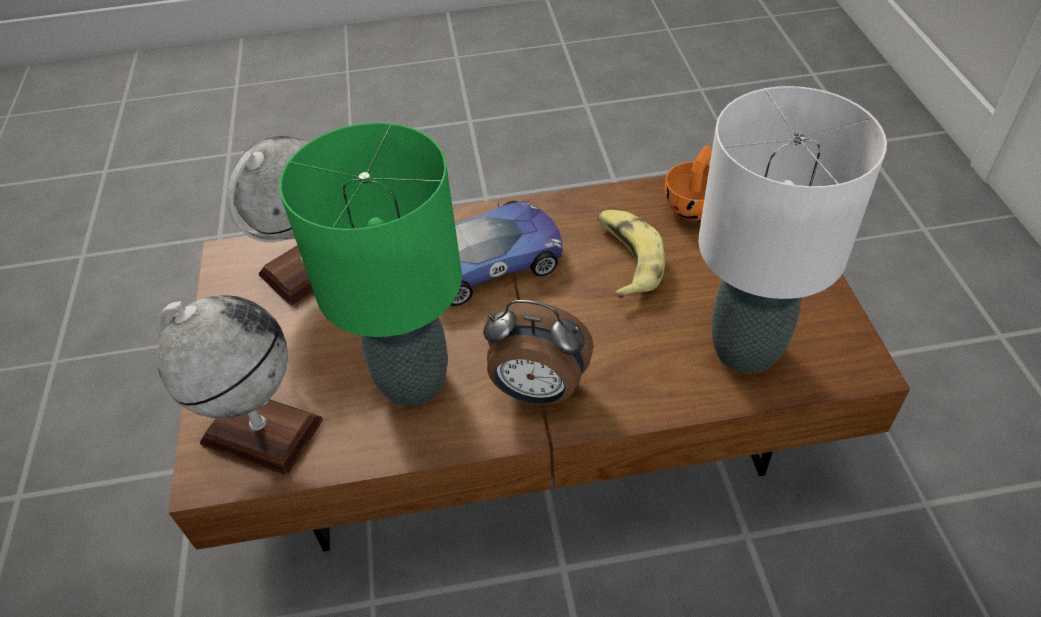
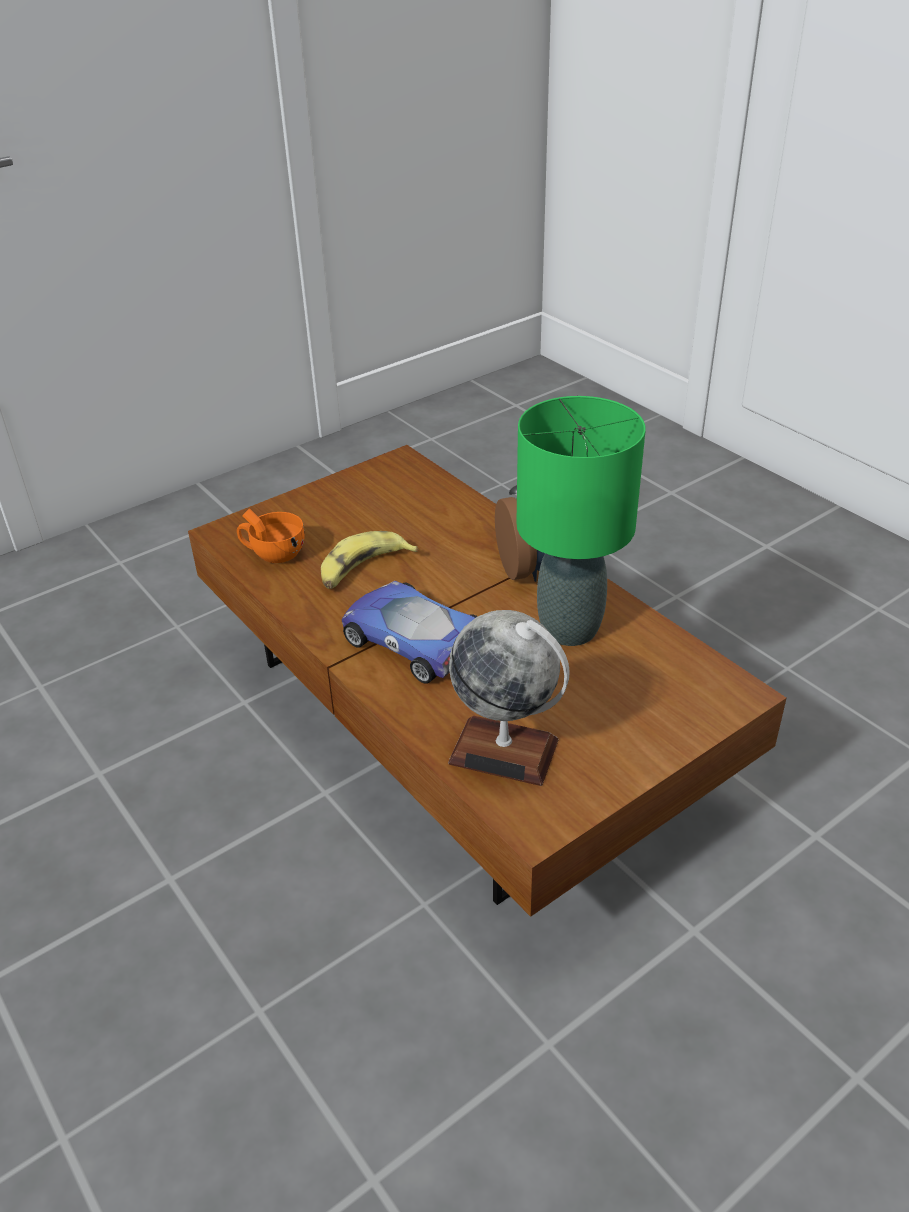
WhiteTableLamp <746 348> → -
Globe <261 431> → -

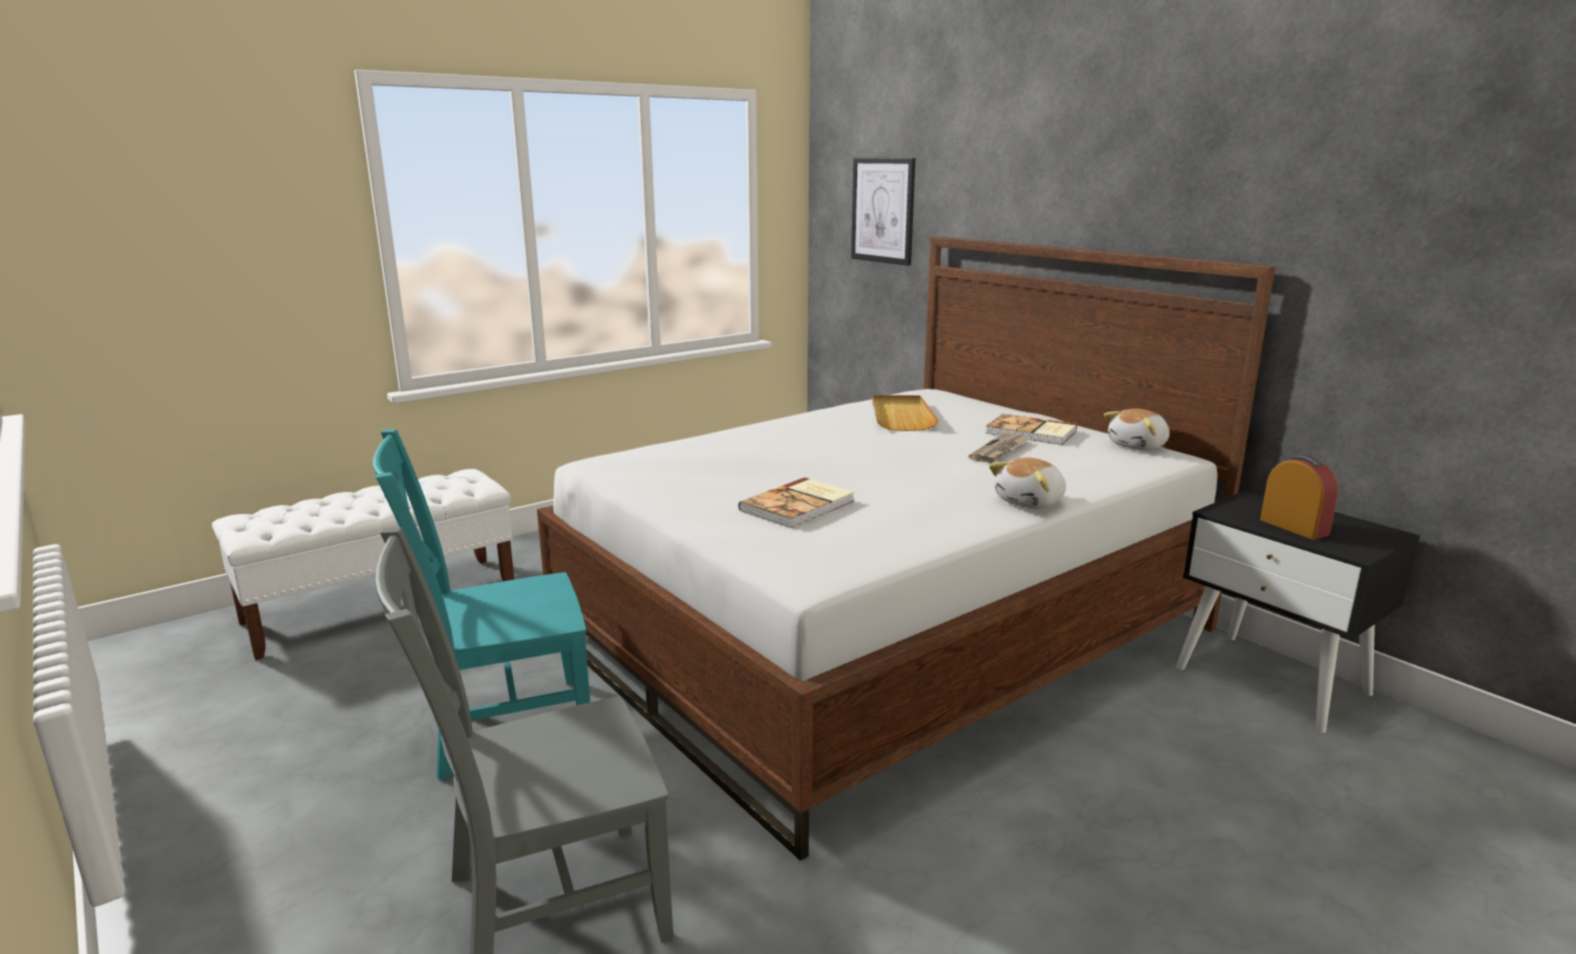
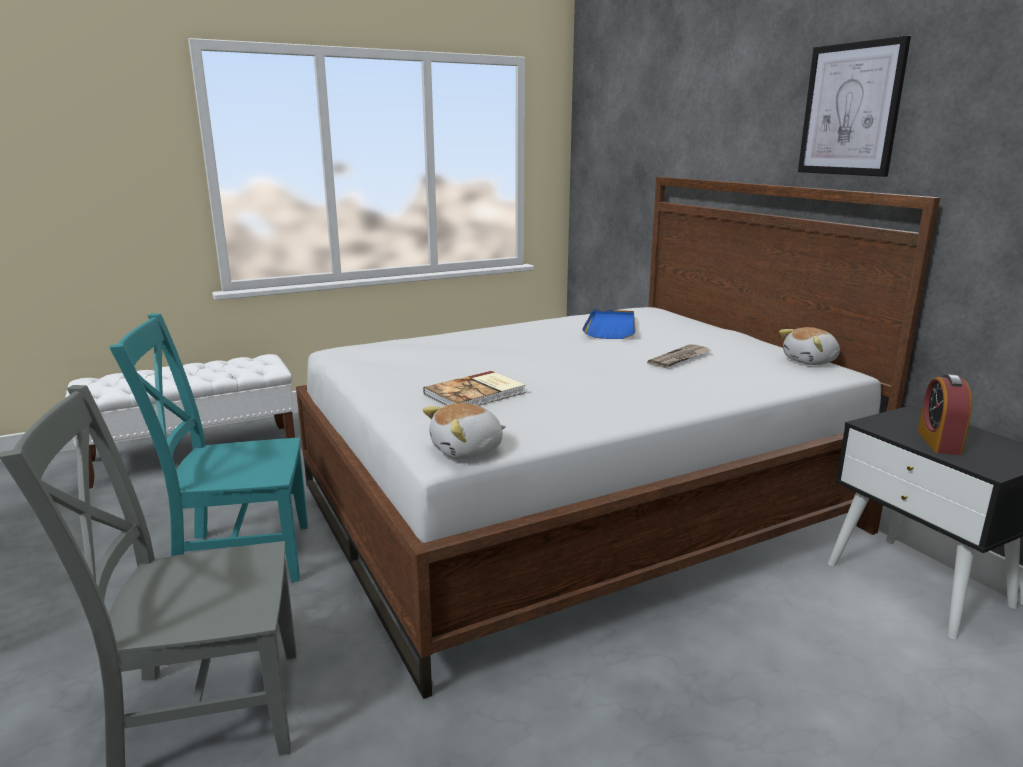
WallArt <883 210> → WallArt <851 109>, move
BeigeTray <901 416> → BlueTray <610 327>
BoundBook <1031 432> → -
BedsideClock <1294 527> → BedsideClock <939 442>, 150 degrees counterclockwise
SoftToy <1031 502> → SoftToy <467 450>, move

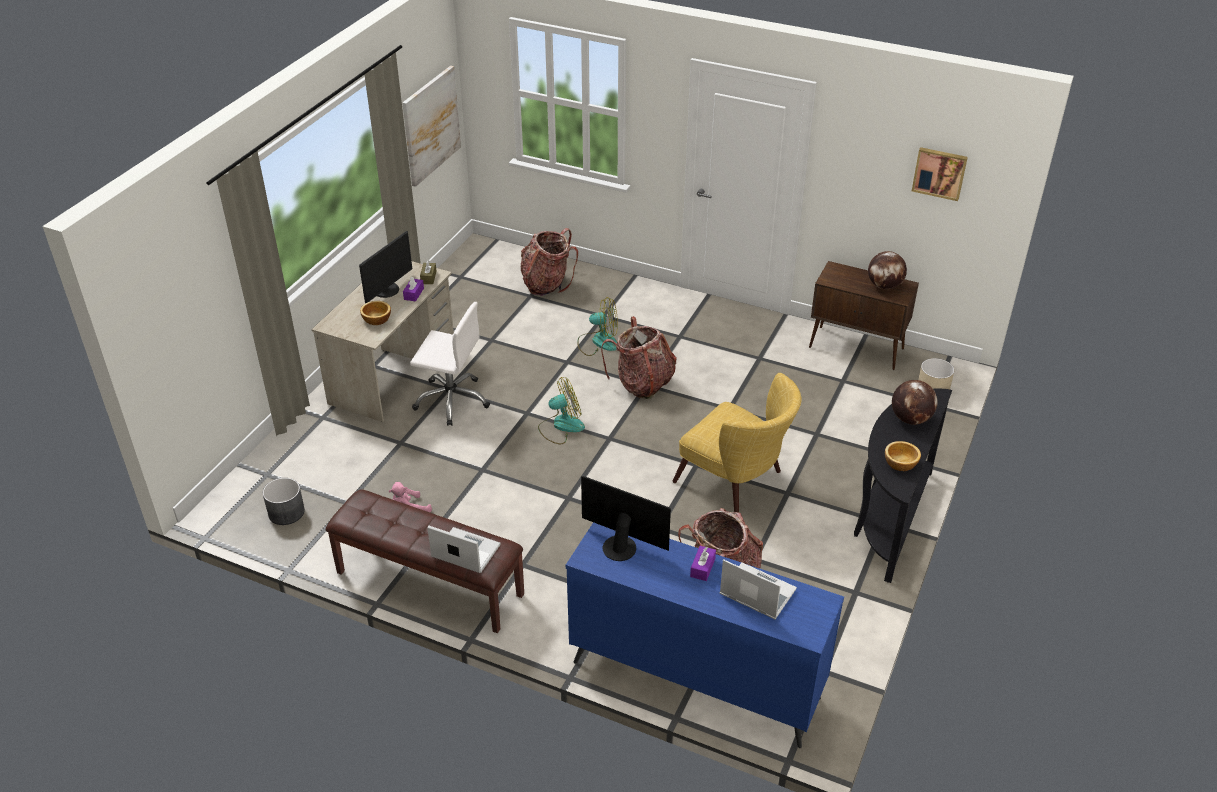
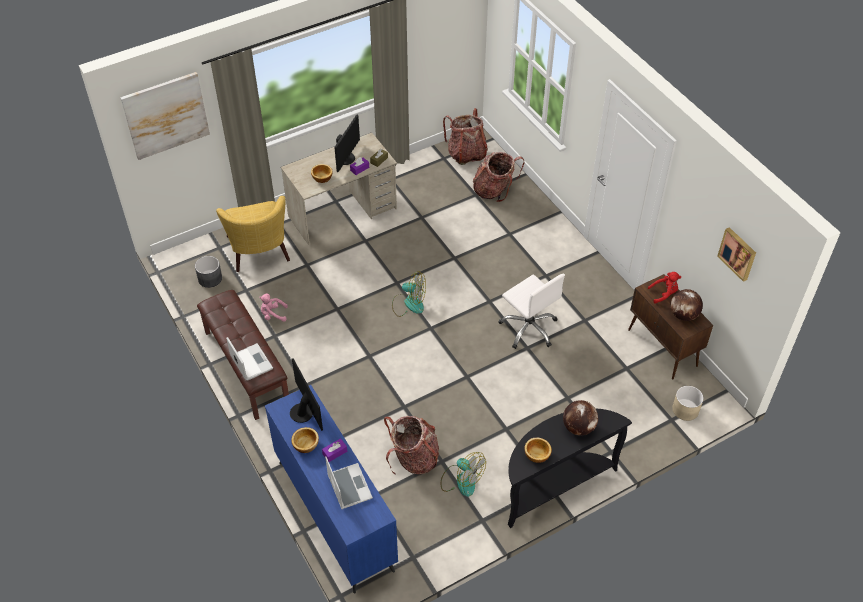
WallArt <431 125> → WallArt <166 115>, move
ComputerScreen <387 290> → ComputerScreen <346 158>, 45 degrees counterclockwise
ElectricFan <598 342> → ElectricFan <461 480>, move
WhiteOfficeChair <452 400> → WhiteOfficeChair <529 328>, move
Knapsack <642 383> → Knapsack <466 154>, move
YellowishLoungeChair <737 482> → YellowishLoungeChair <259 254>, move
- → ReddishSoftToy <664 293>
- → DeepDish <306 444>

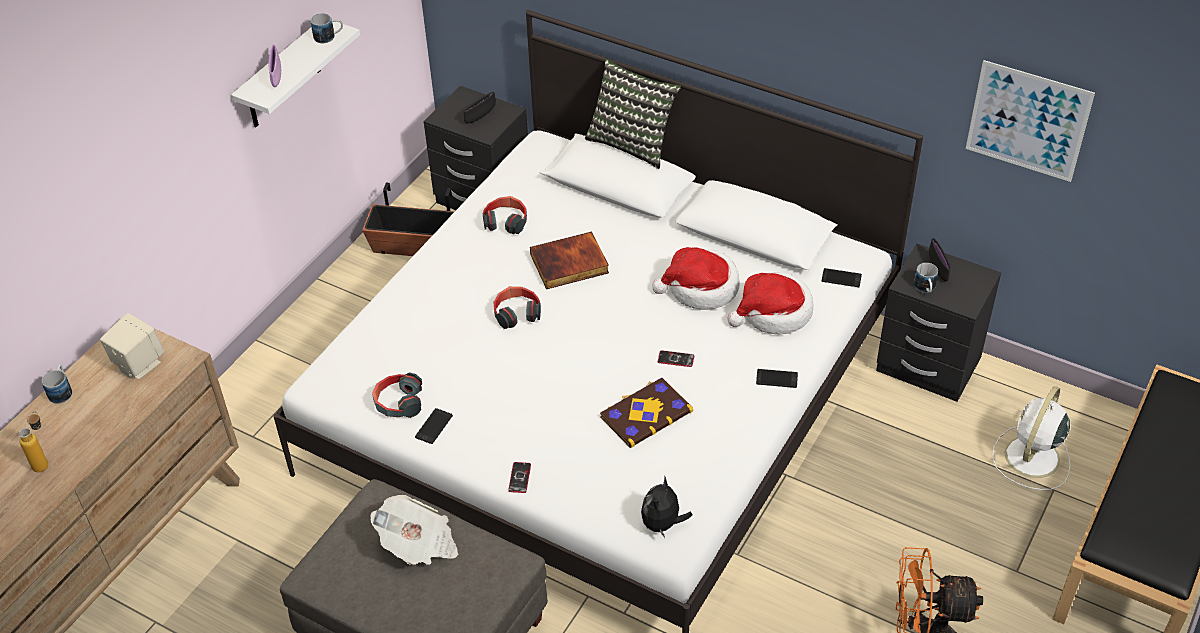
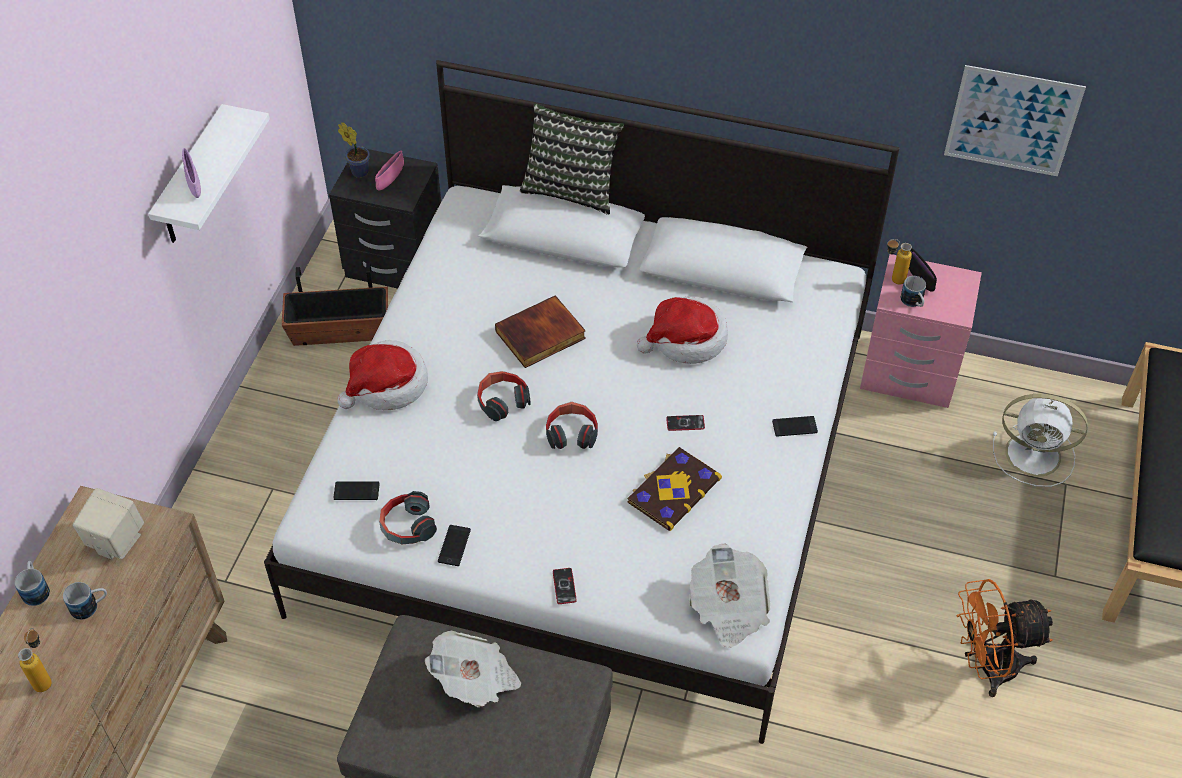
CoffeeMug <329 37> → CoffeeMug <90 606>, move
BlackColouredDeepDish <480 116> → PinkColouredDeepDish <390 180>
PairOfHeadphones <506 222> → PairOfHeadphones <571 433>, move
BlackColouredBedsideTable <928 365> → PinkColouredBedsideTable <909 373>
Phone <841 278> → Phone <356 491>, move
ClothingHat <773 313> → ClothingHat <387 385>, move
WhiteElectricFan <1031 458> → WhiteElectricFan <1035 455>, 90 degrees counterclockwise
SoftToy <662 524> → Newspaper <728 608>
- → PottedPlant <358 171>
- → Bottle <892 280>

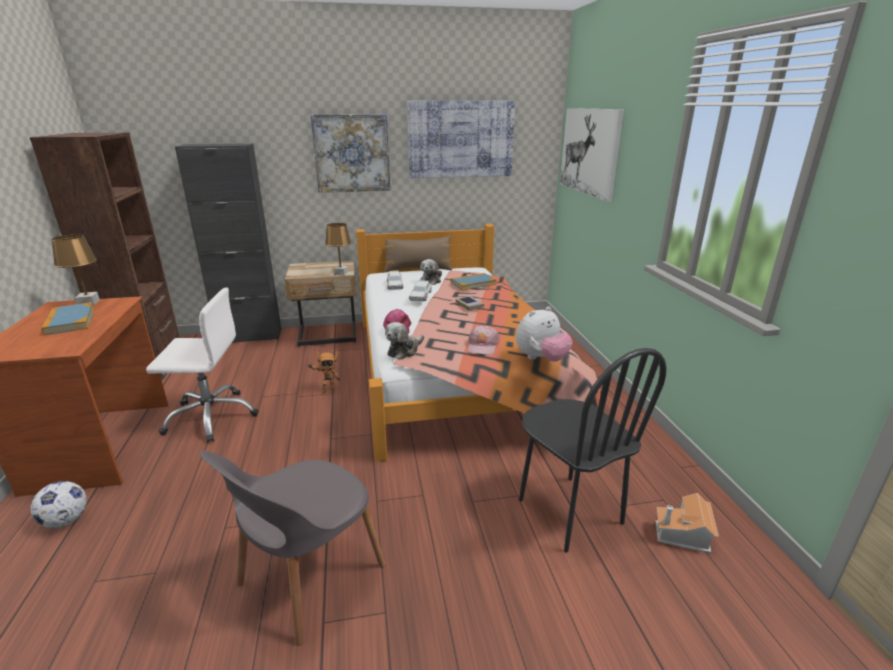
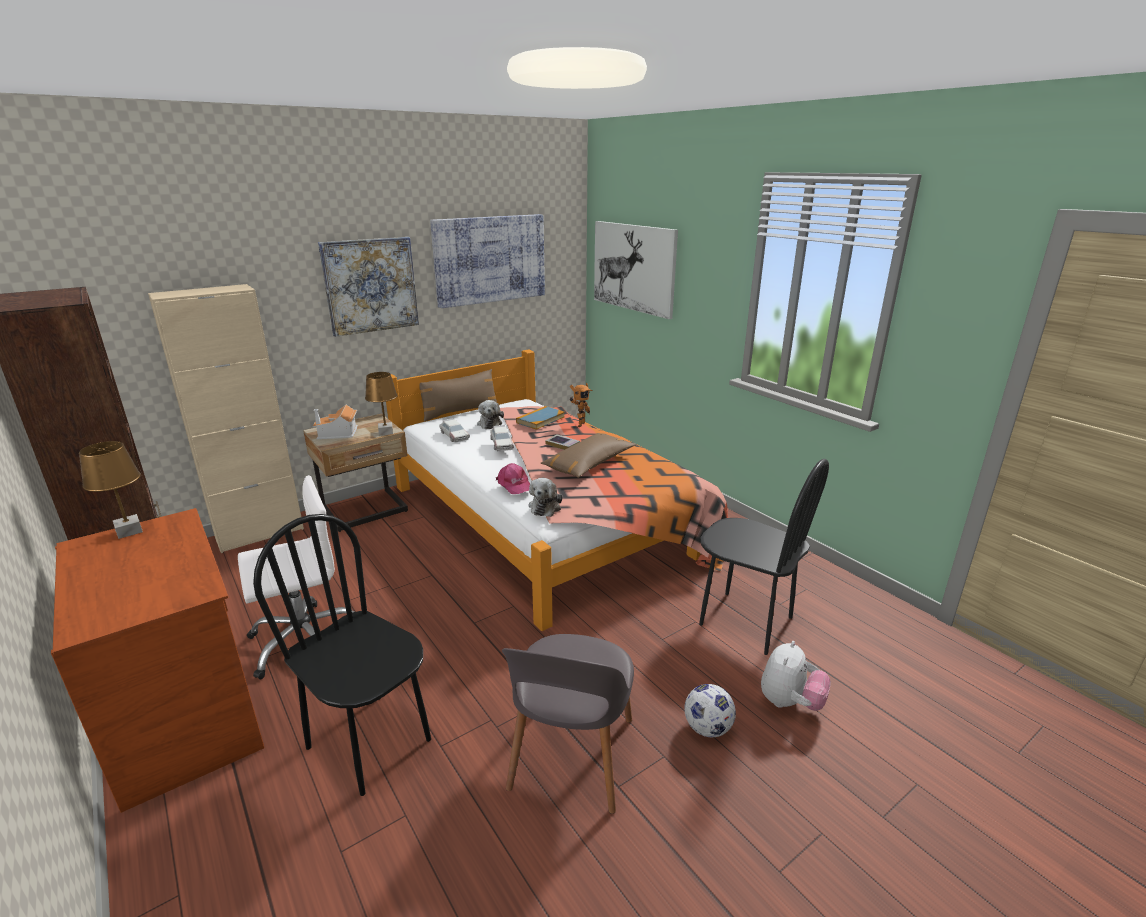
BlackColouredCabinet <250 336> → BeigeCabinet <260 533>
BoundBook <70 321> → -
SoftToy <541 359> → SoftToy <790 702>, move
PinkColouredCap <482 346> → -
RobotFigure <327 389> → RobotFigure <579 424>, move
FootballBall <66 521> → FootballBall <707 728>, move
ToyHouse <683 534> → ToyHouse <338 433>, move
- → BrownThrowPillow <589 464>
- → BlackColouredPlainChair <370 742>

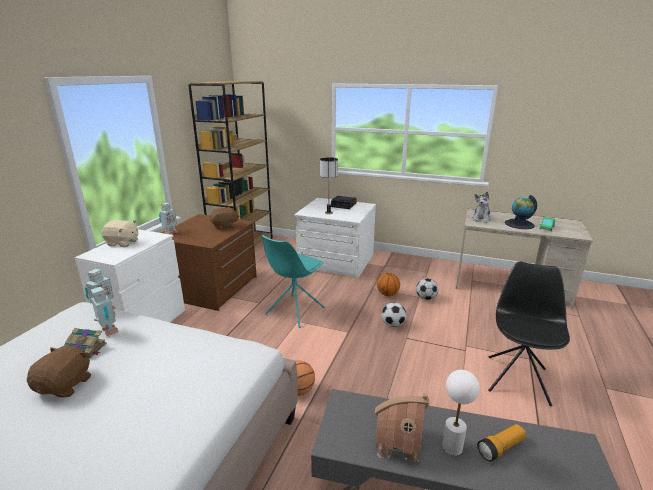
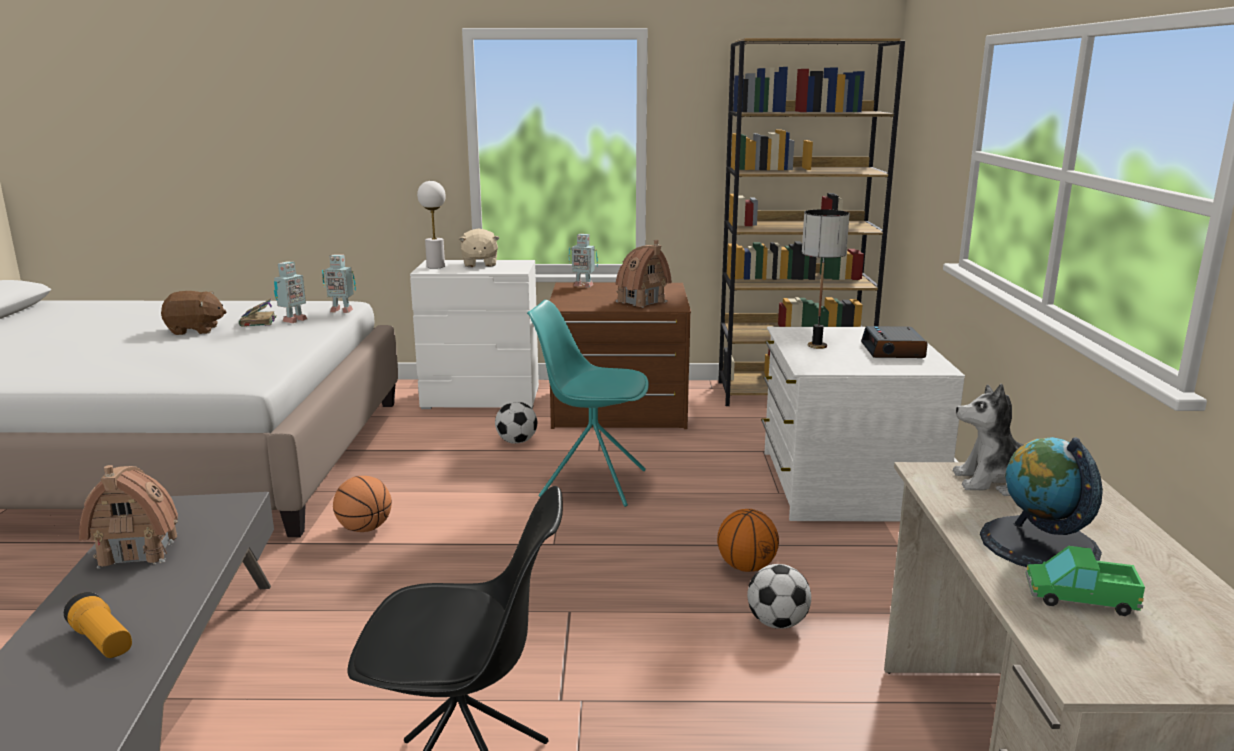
BrownSoftToy <224 226> → ToyHouse <641 302>
FootballBall <393 325> → FootballBall <516 442>, move
WhiteTableLamp <452 447> → WhiteTableLamp <436 266>, move

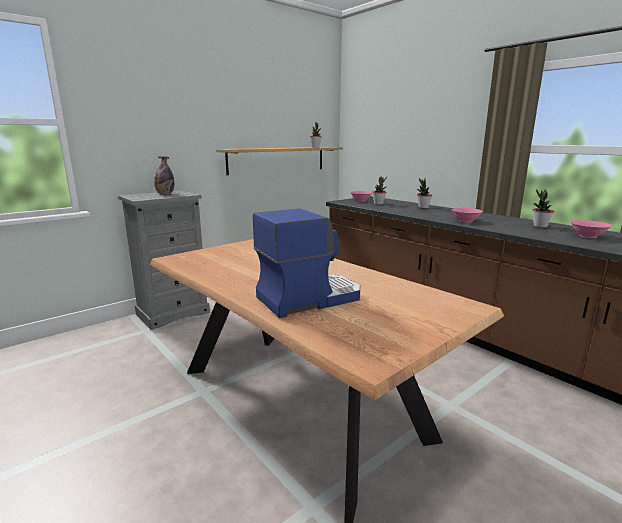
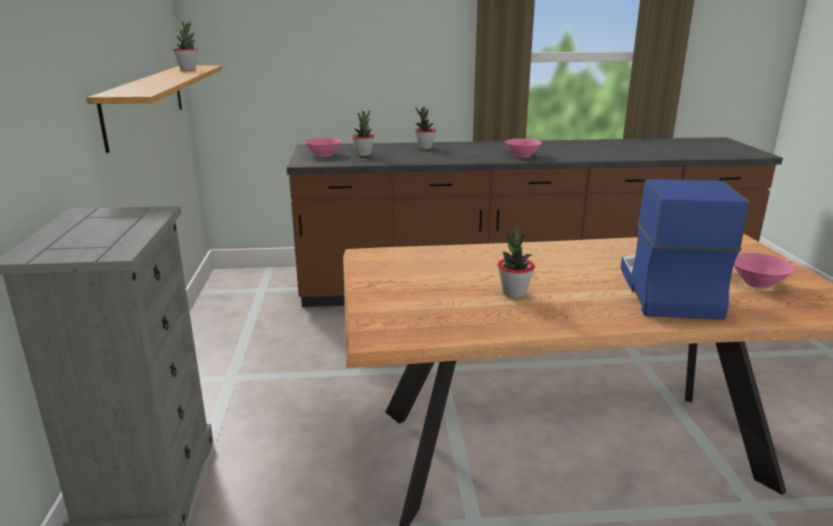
Bottle <165 194> → -
PottedPlant <540 226> → PottedPlant <514 293>, move
PinkColouredDeepDish <588 236> → PinkColouredDeepDish <757 283>, move

